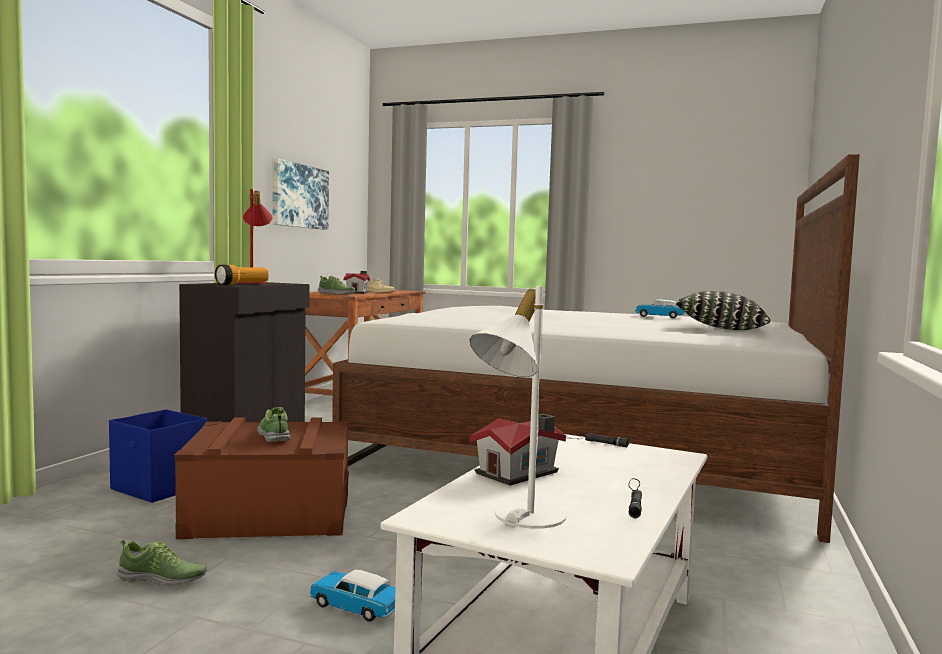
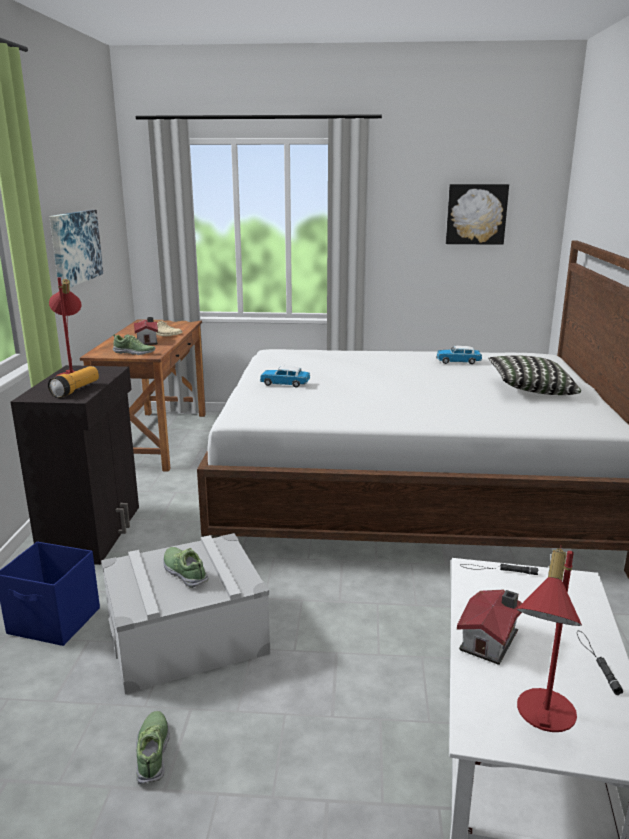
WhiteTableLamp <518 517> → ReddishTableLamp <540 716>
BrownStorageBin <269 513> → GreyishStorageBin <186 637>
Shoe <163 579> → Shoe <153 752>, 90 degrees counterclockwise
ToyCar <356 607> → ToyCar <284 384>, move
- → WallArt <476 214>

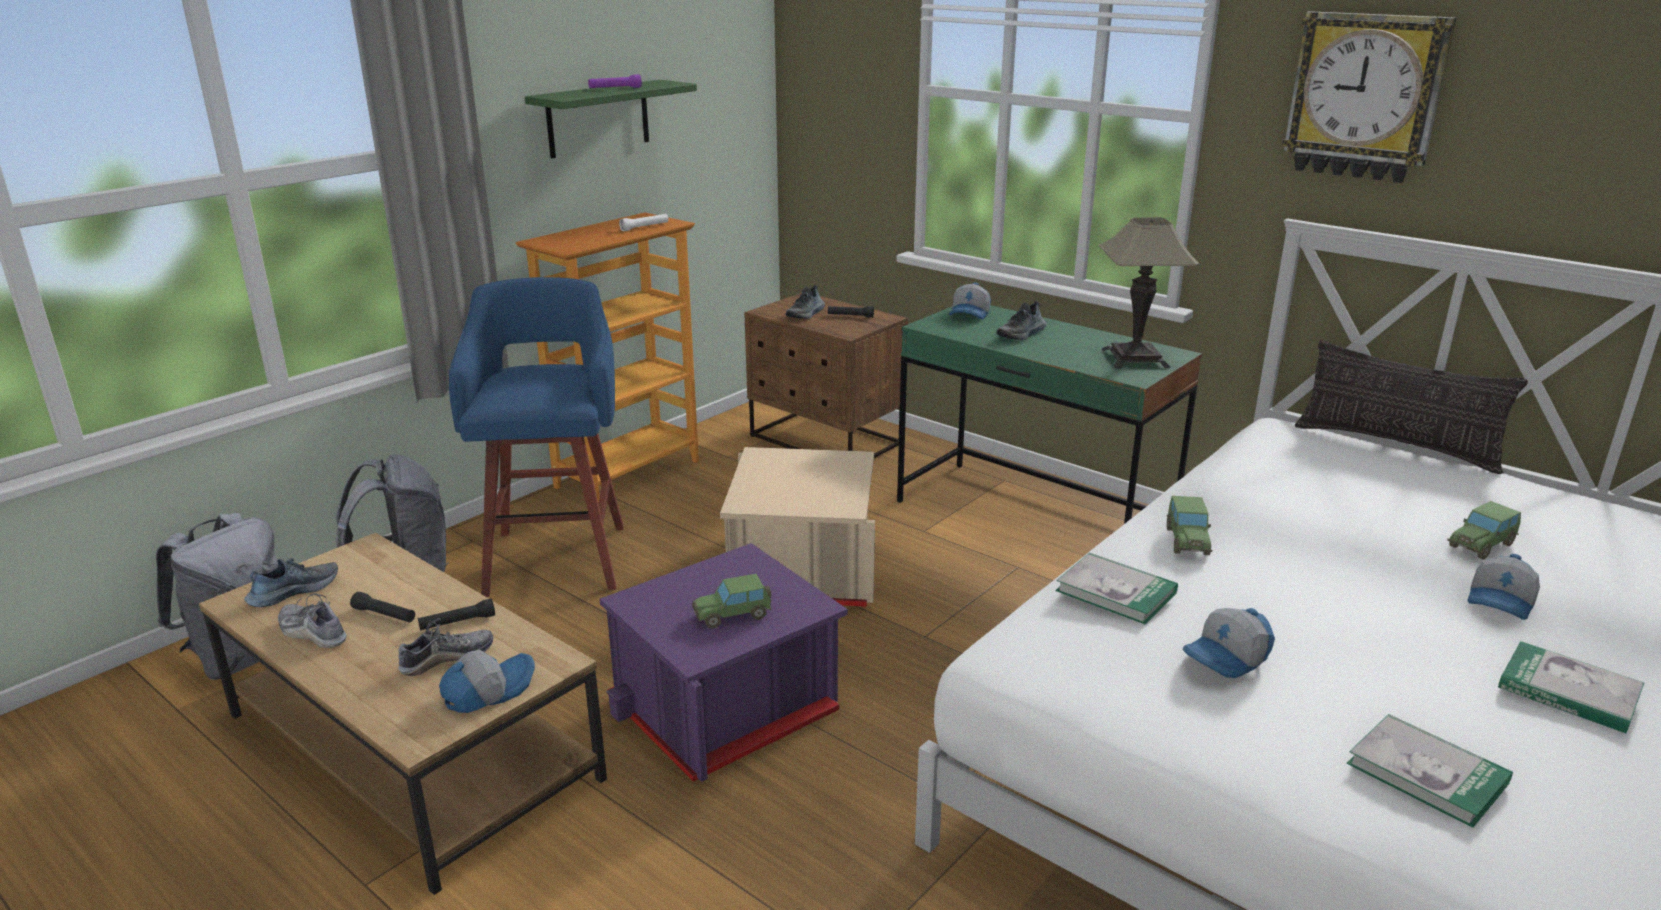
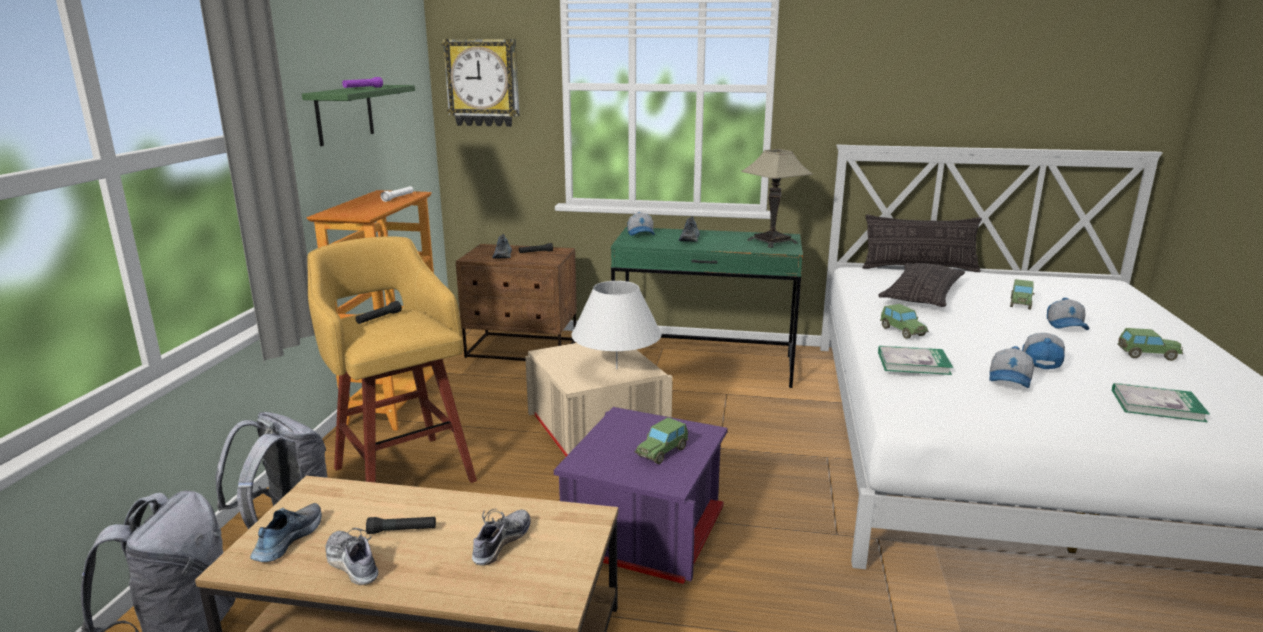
HangingClock <1365 96> → HangingClock <483 83>, move
BlueSittingStool <557 557> → YellowishSittingStool <403 472>
Shoe <313 633> → Shoe <352 564>, 45 degrees clockwise
BlackColouredHandTorch <457 623> → BlackColouredHandTorch <379 318>, move
BoundBook <1568 691> → ToyCar <1146 355>
Cap <488 690> → Cap <1040 359>, move
- → ThrowPillow <922 294>
- → WhiteTableLamp <617 368>

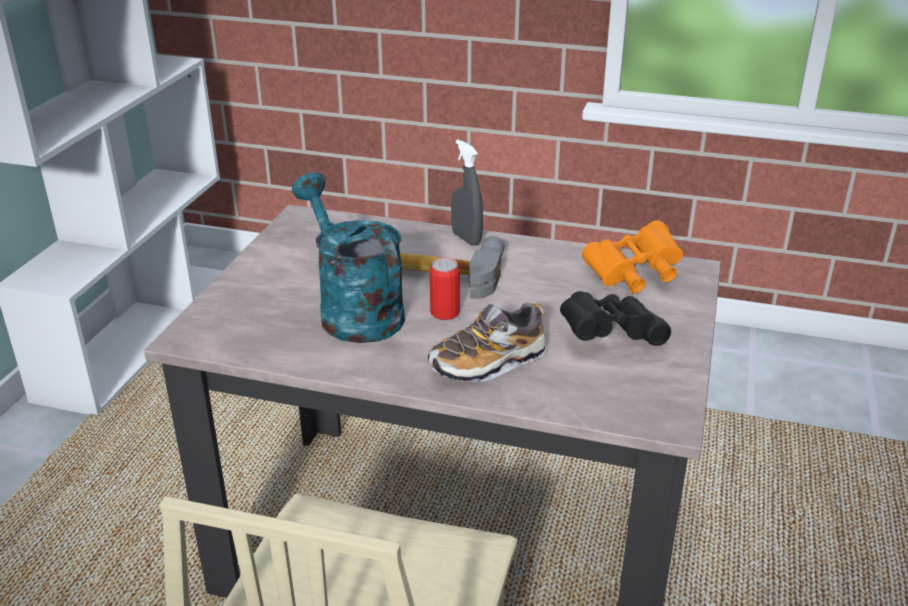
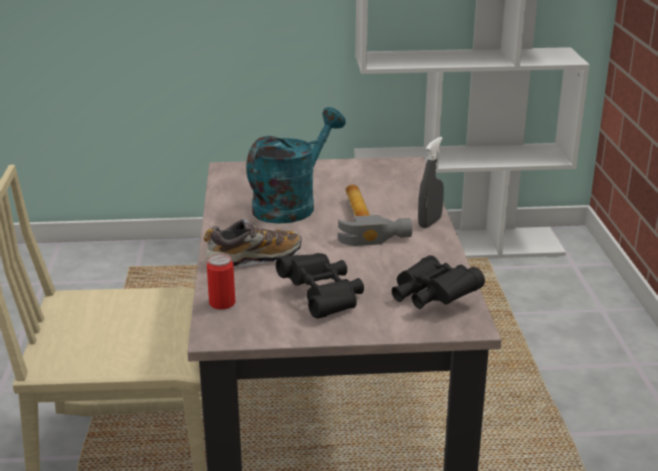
OrangeyBinoculars <634 275> → BlackColouredBinoculars <431 298>
Can <445 313> → Can <222 303>, move
Shoe <488 363> → Shoe <253 258>, 120 degrees clockwise

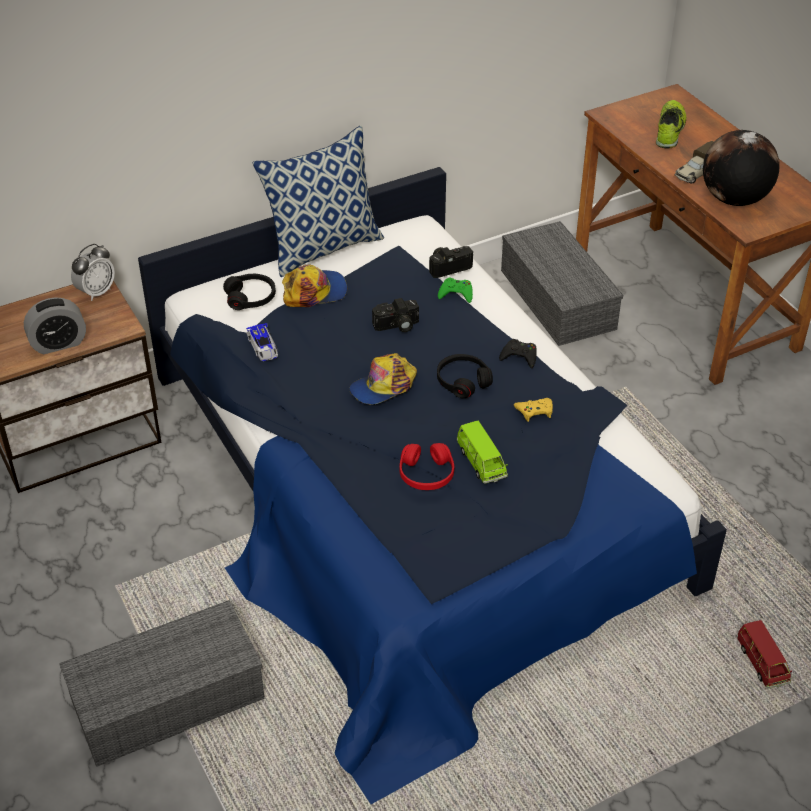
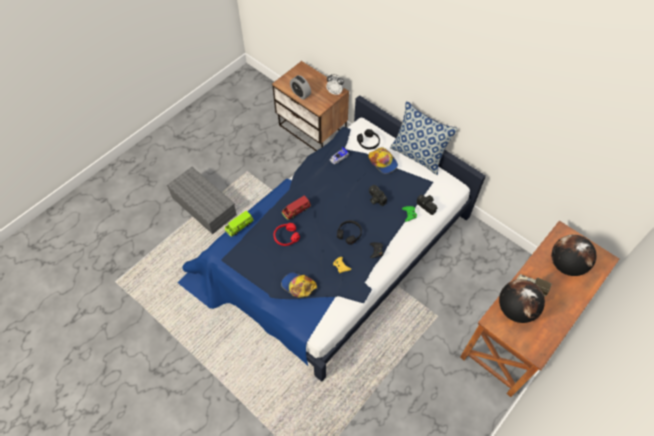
Shoe <669 130> → Globe <566 265>
GreyishStorageBin <555 298> → -
Cap <384 386> → Cap <298 286>, move
GreenToyCar <481 462> → GreenToyCar <239 226>, move
ReddishToyCar <761 663> → ReddishToyCar <296 211>, move

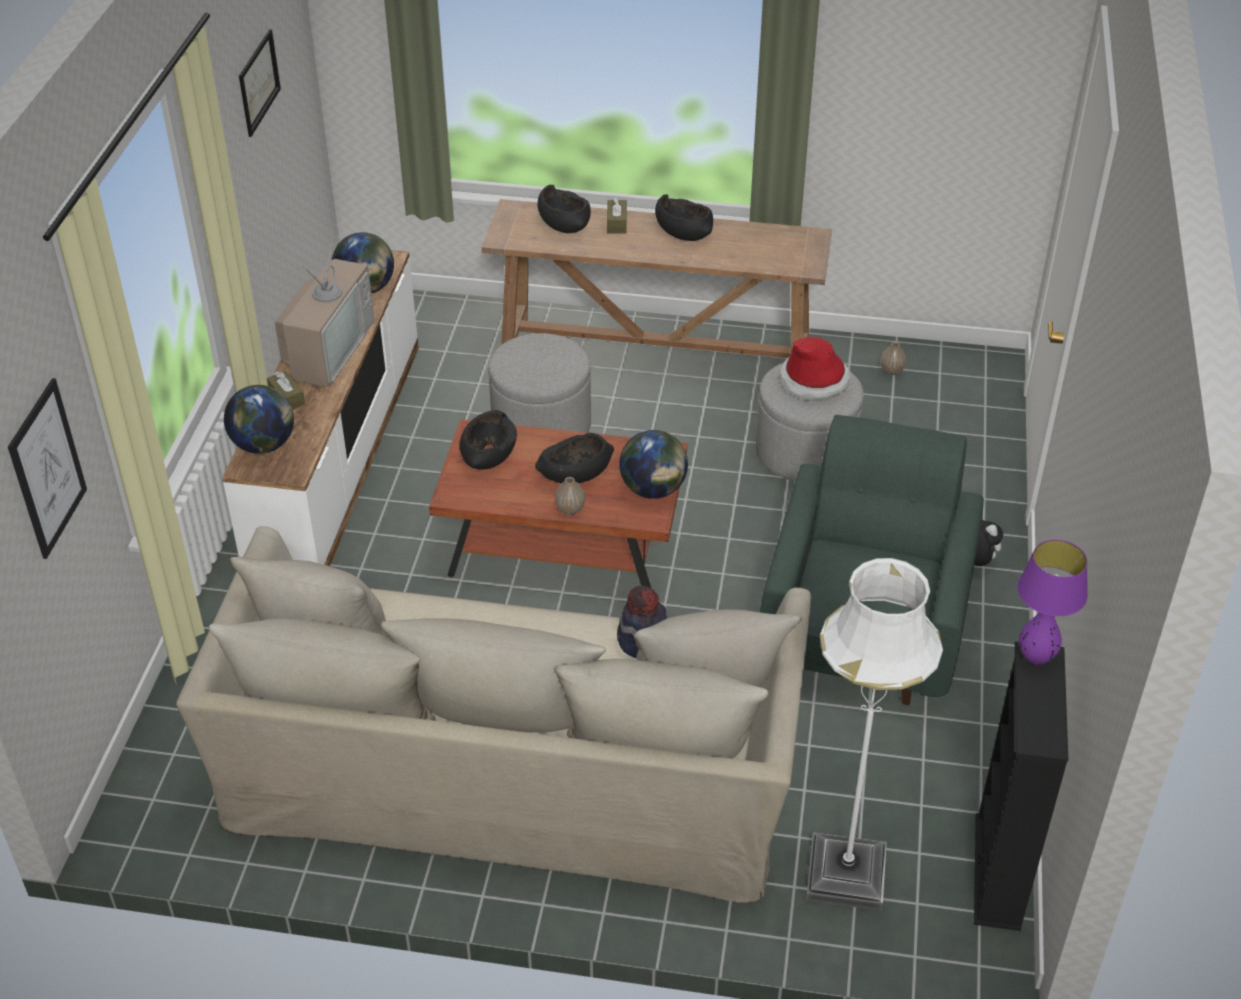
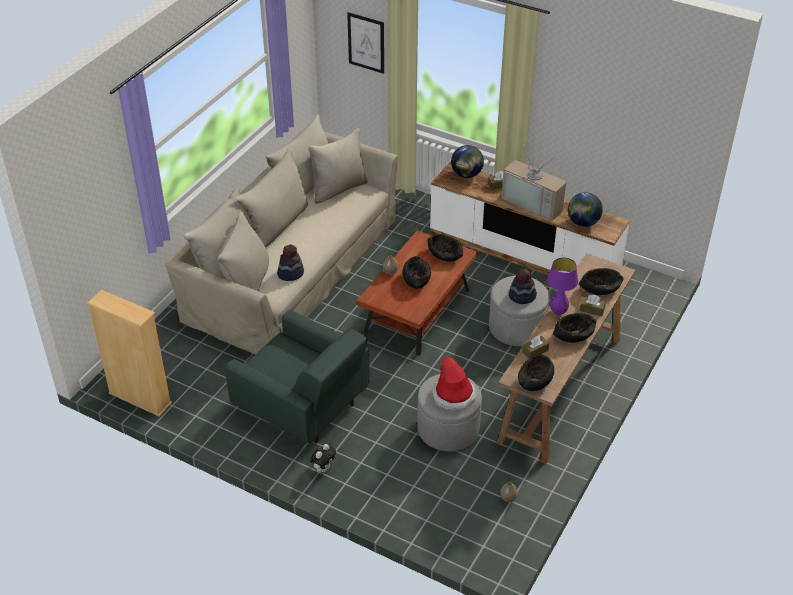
WallArt <259 82> → -
Globe <653 489> → -
PurplishTableLamp <1036 658> → PurplishTableLamp <558 312>, move
WhiteFloorLamp <845 874> → -
BlackColouredShelvingUnit <998 871> → BeigeShelvingUnit <140 398>
- → ClothingHat <522 296>
- → BrownBoxOfTissues <535 351>
- → BlackColouredDeepDish <535 381>

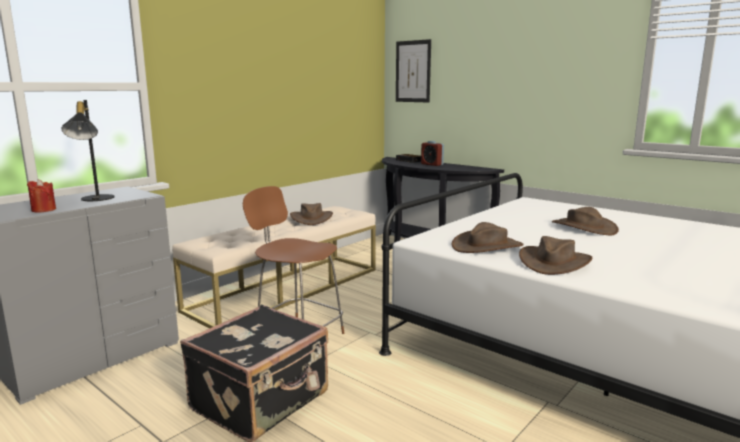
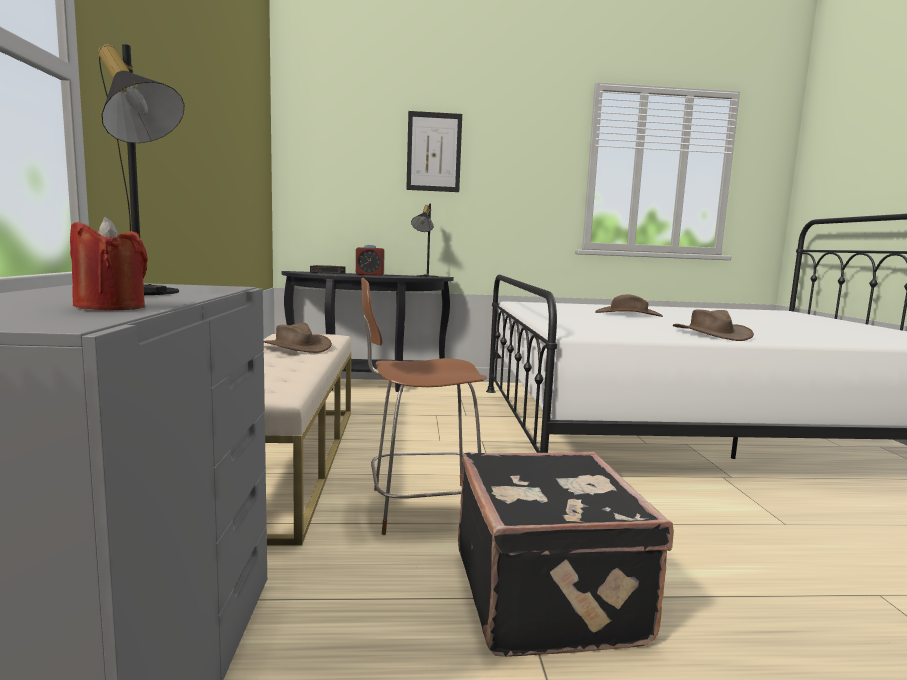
WallArt <413 71> → WallArt <434 152>, move
BrownClothingHat <487 246> → -
- → BlackColouredTableLamp <424 276>

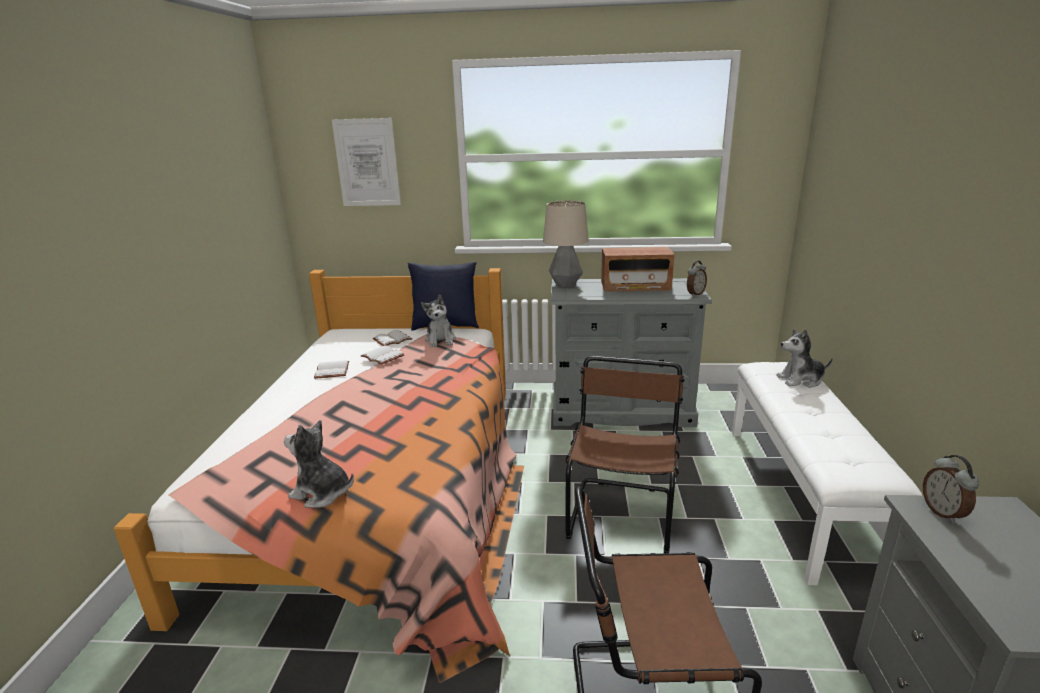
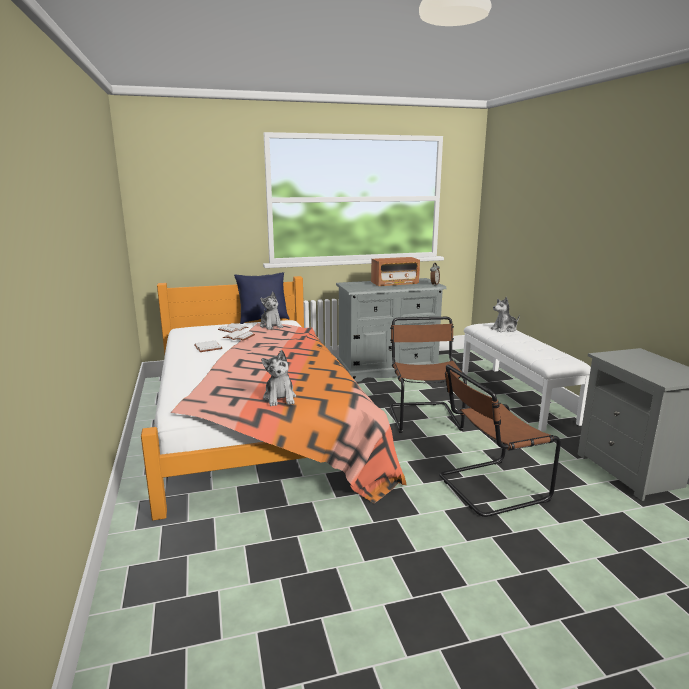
WallArt <367 163> → -
TableLamp <565 284> → -
SoftToy <322 493> → SoftToy <280 398>, 105 degrees counterclockwise
BedsideClock <943 513> → -

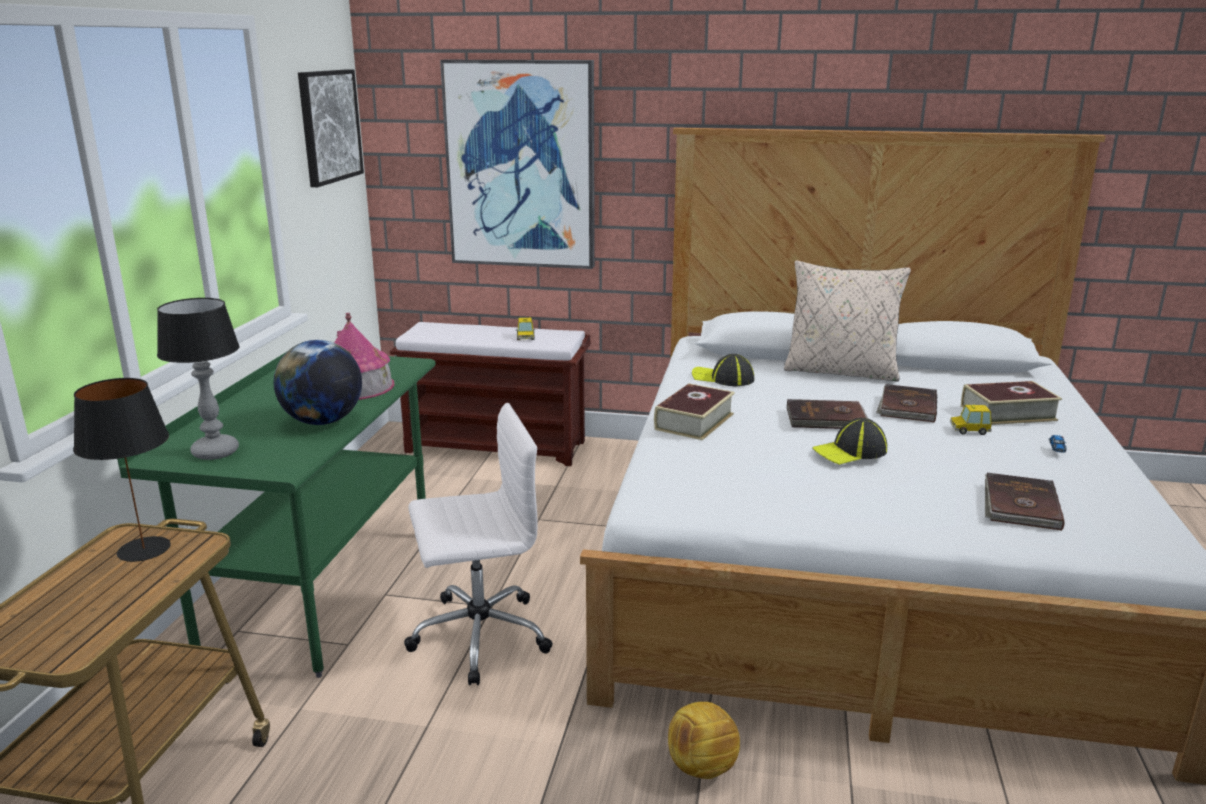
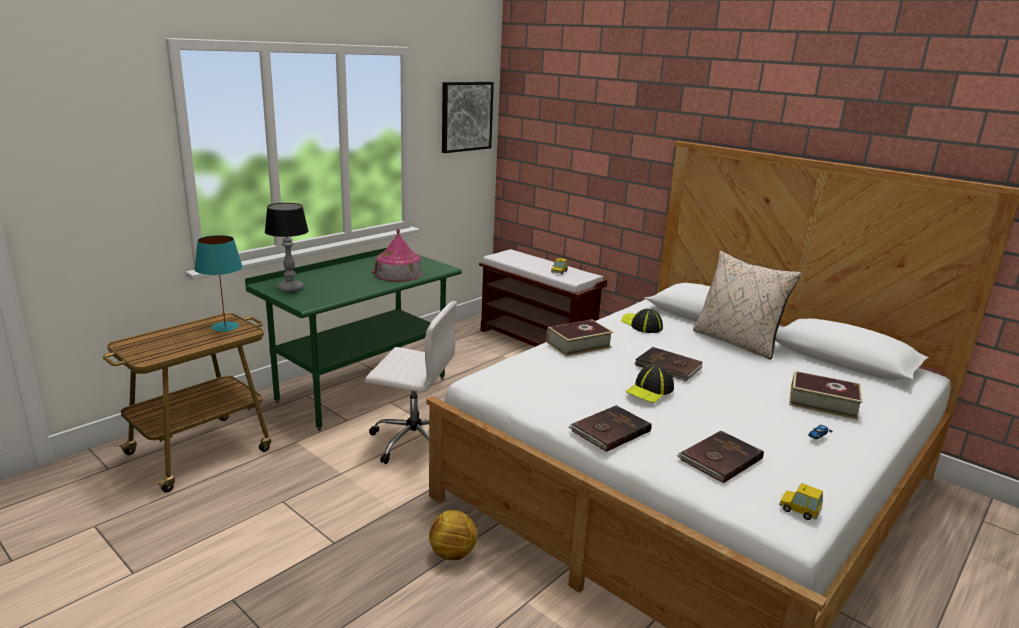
WallArt <521 165> → -
Globe <322 421> → -
BlackColouredTableLamp <143 549> → TurquoiseTableLamp <225 326>
BrownBoundBook <907 407> → BrownBoundBook <609 430>, move
ToyCar <969 430> → ToyCar <799 509>, move
Cap <850 451> → Cap <650 390>, 60 degrees counterclockwise

